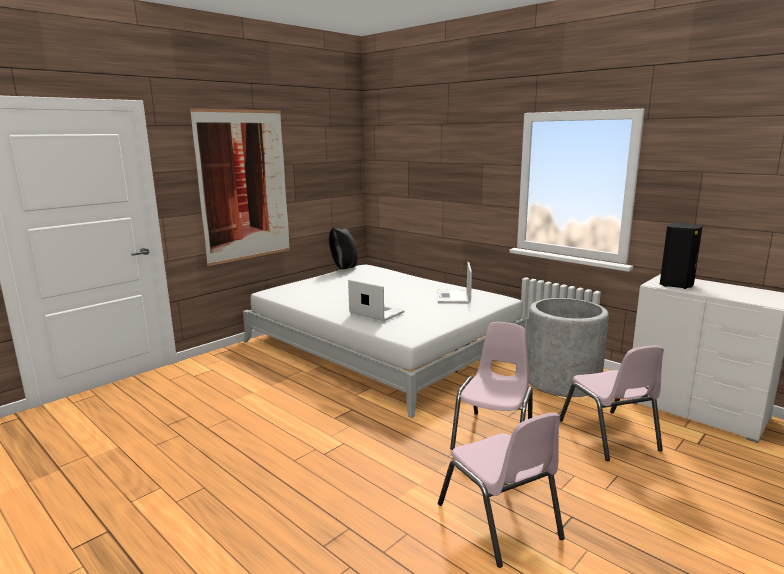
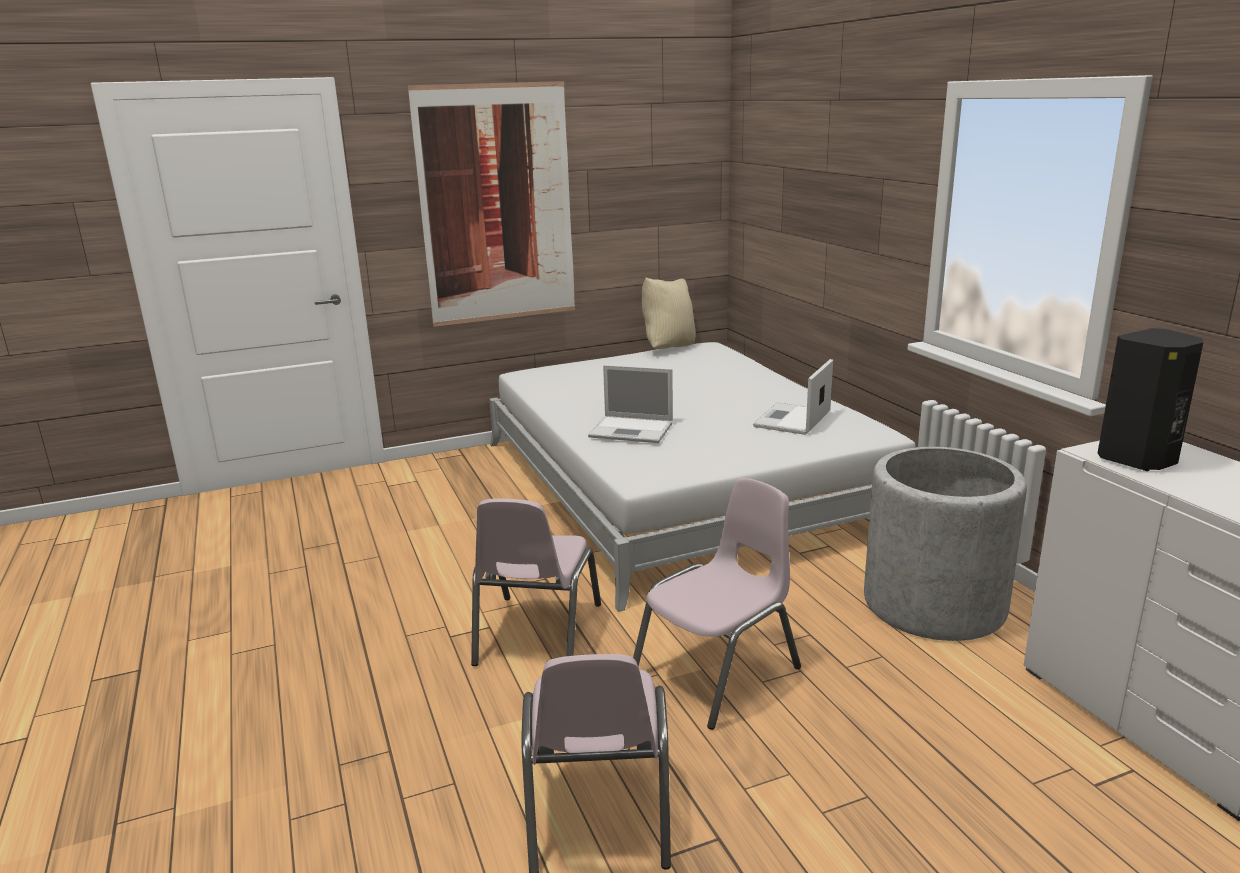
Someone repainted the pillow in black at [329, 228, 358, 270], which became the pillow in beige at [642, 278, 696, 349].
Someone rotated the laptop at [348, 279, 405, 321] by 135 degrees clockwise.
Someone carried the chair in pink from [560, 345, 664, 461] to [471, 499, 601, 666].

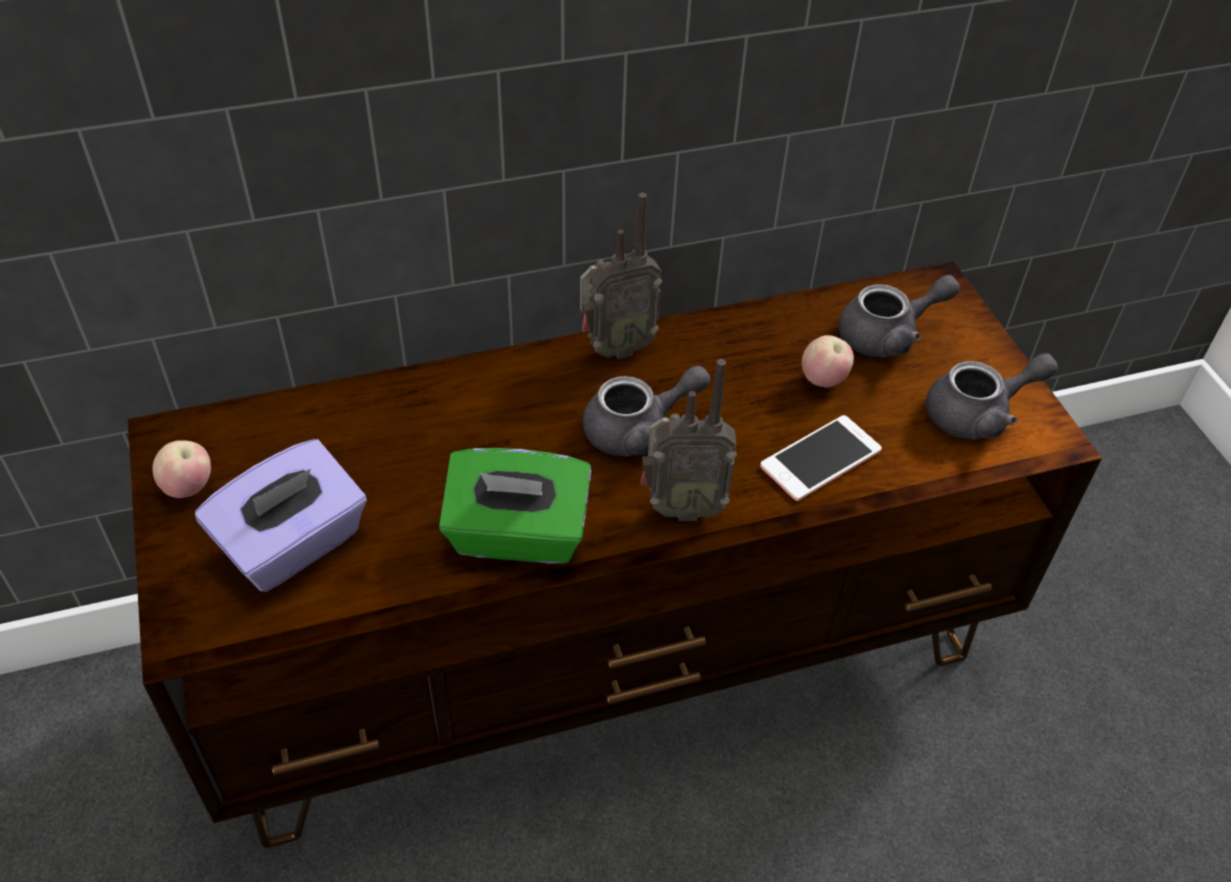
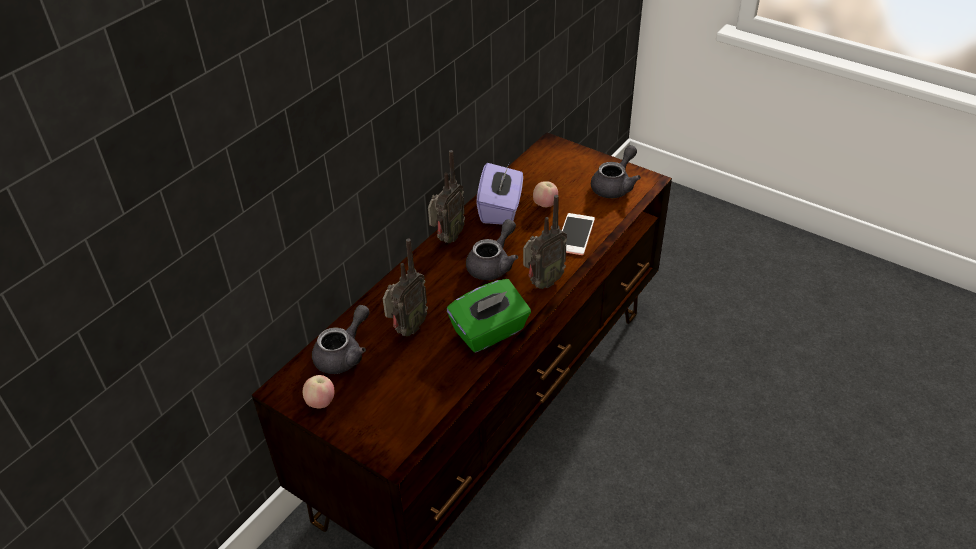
Someone carried the tissue box in purple from [195, 439, 367, 592] to [476, 163, 523, 225].
Someone carried the teapot in grey from [838, 275, 960, 357] to [312, 305, 370, 374].
Someone put down the radio at [383, 238, 428, 336].

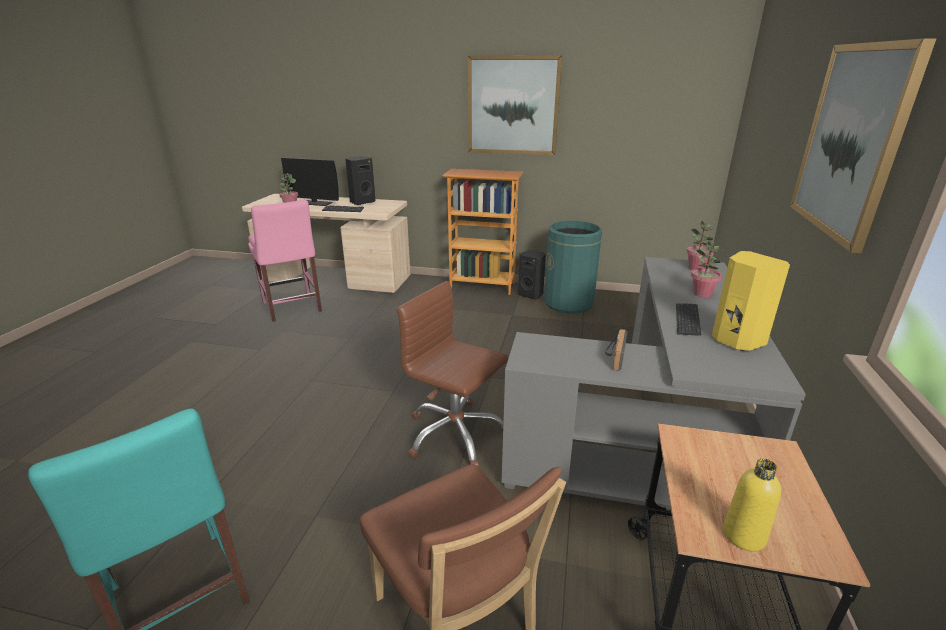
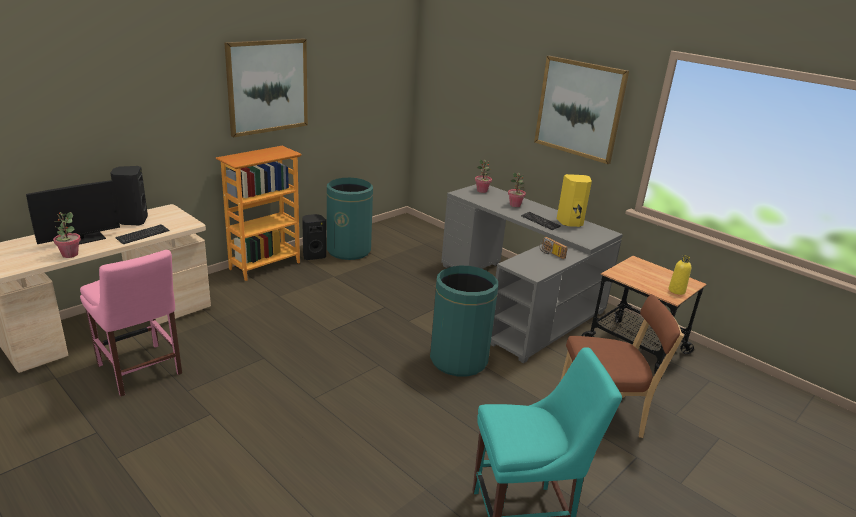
Someone rotated the chair in pink at [248, 200, 322, 322] by 45 degrees clockwise.
Someone swapped the office chair in brown at [397, 281, 508, 467] for the trash can in green at [430, 266, 498, 377].

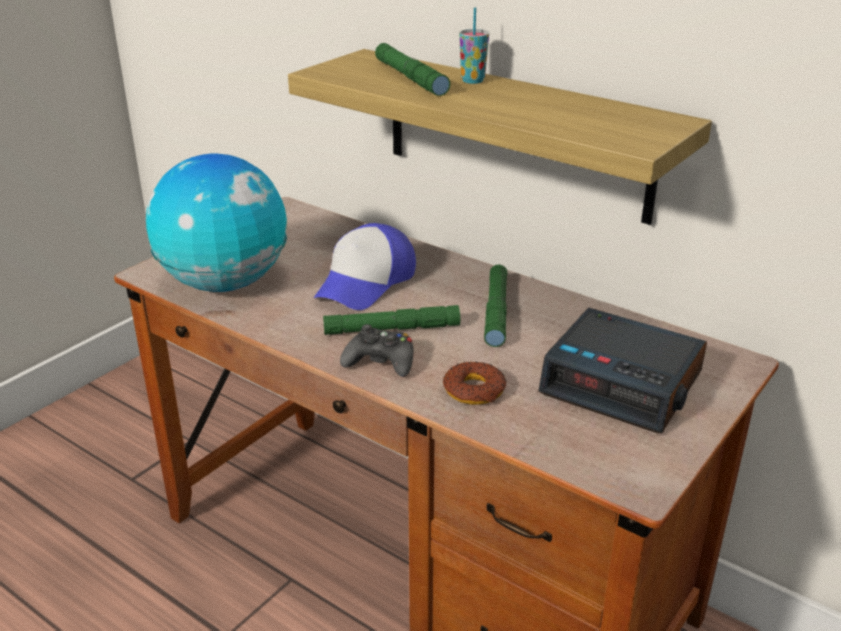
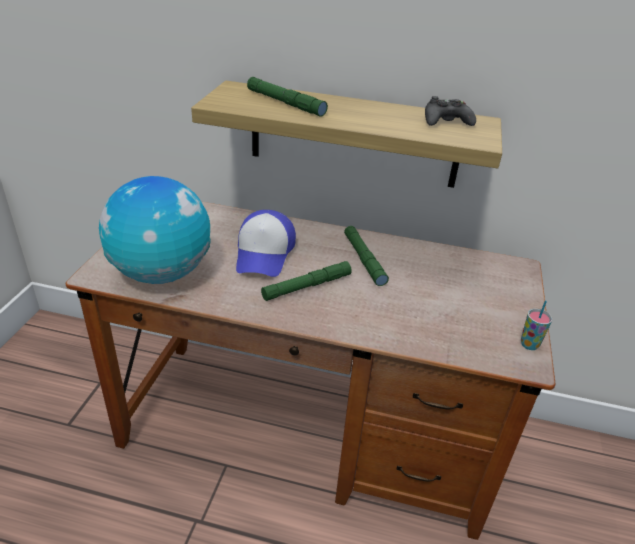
Someone carried the game controller in black from [340, 324, 414, 377] to [425, 96, 476, 126].
Someone took away the donut at [443, 362, 506, 405].
Someone carried the cup from [459, 7, 489, 84] to [521, 301, 553, 350].
Someone took away the alarm clock at [538, 308, 707, 433].

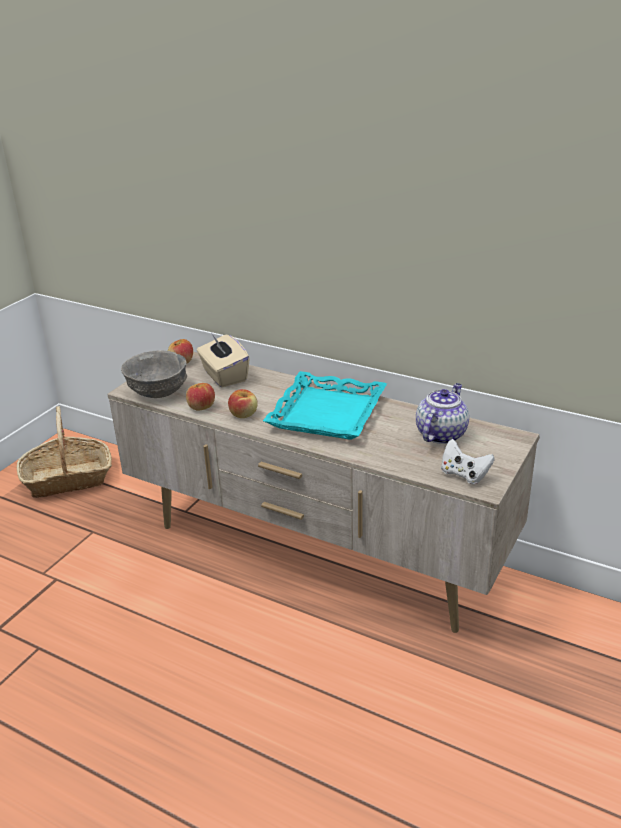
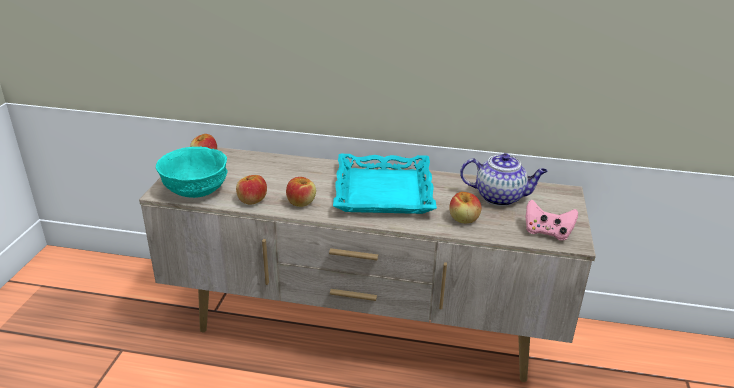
Someone took away the basket at [17, 406, 112, 498].
Someone repainted the bowl in grey at [121, 351, 187, 398], which became the bowl in turquoise at [156, 147, 228, 198].
Someone took away the tissue box in beige at [197, 334, 250, 387].
Someone rotated the teapot at [416, 383, 469, 444] by 90 degrees clockwise.
Someone repainted the game controller in white at [441, 439, 495, 485], which became the game controller in pink at [526, 199, 578, 241].
Someone put down the apple at [449, 192, 481, 223].

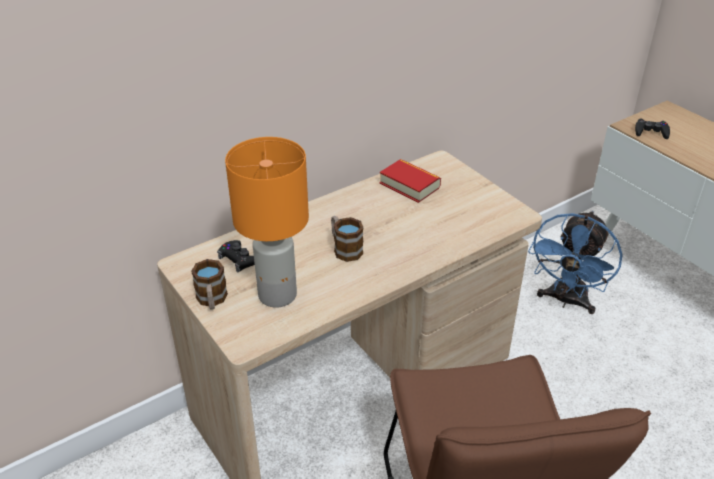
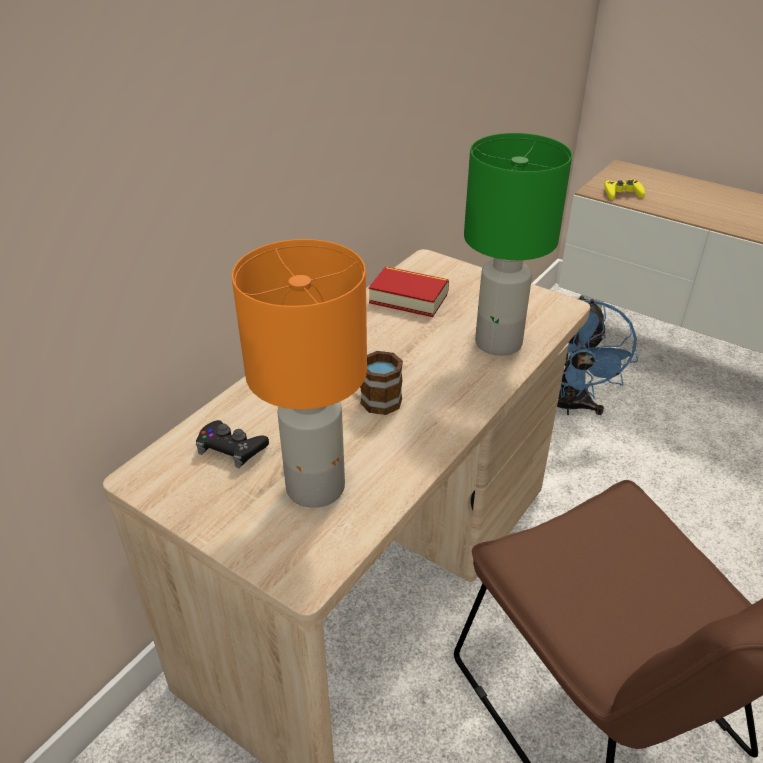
Someone took away the mug at [191, 259, 228, 310].
Someone repainted the game controller in black at [635, 119, 670, 139], which became the game controller in yellow at [604, 179, 645, 200].
Someone put down the table lamp in green at [464, 133, 572, 356].

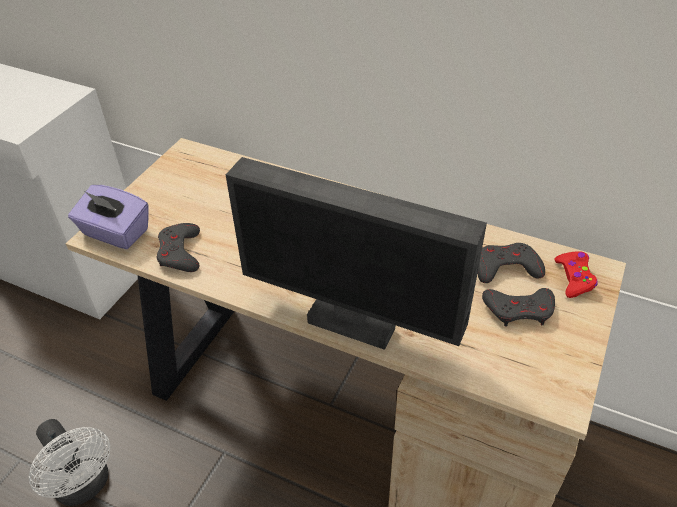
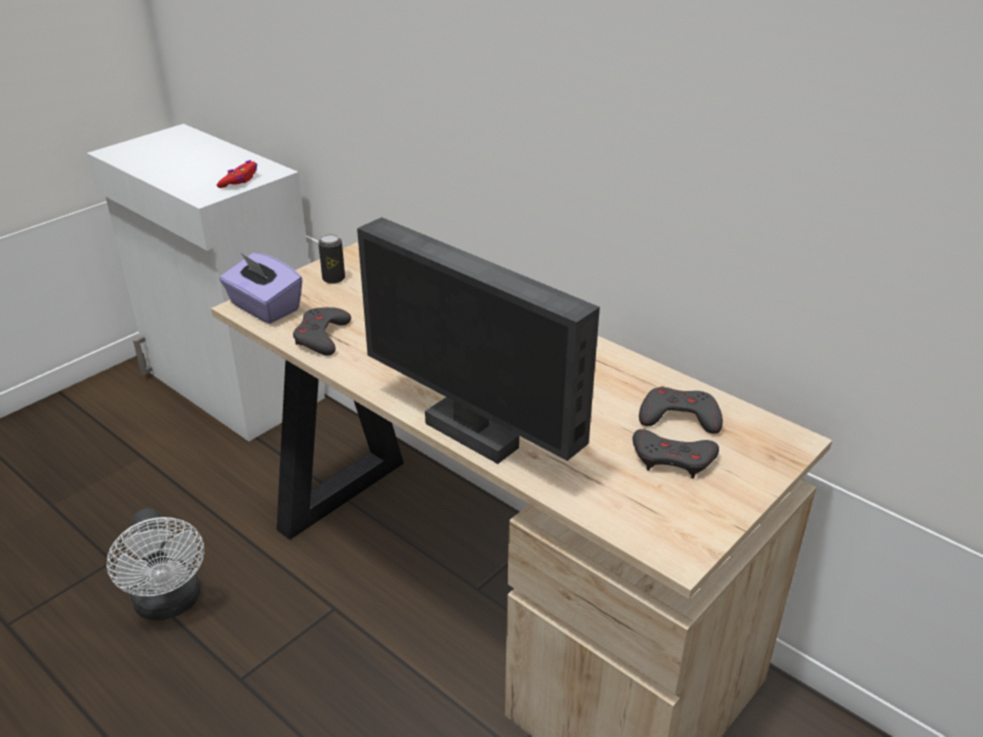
Someone carried the game controller in red from [554, 251, 598, 298] to [217, 160, 257, 188].
Someone put down the can at [318, 234, 345, 284].

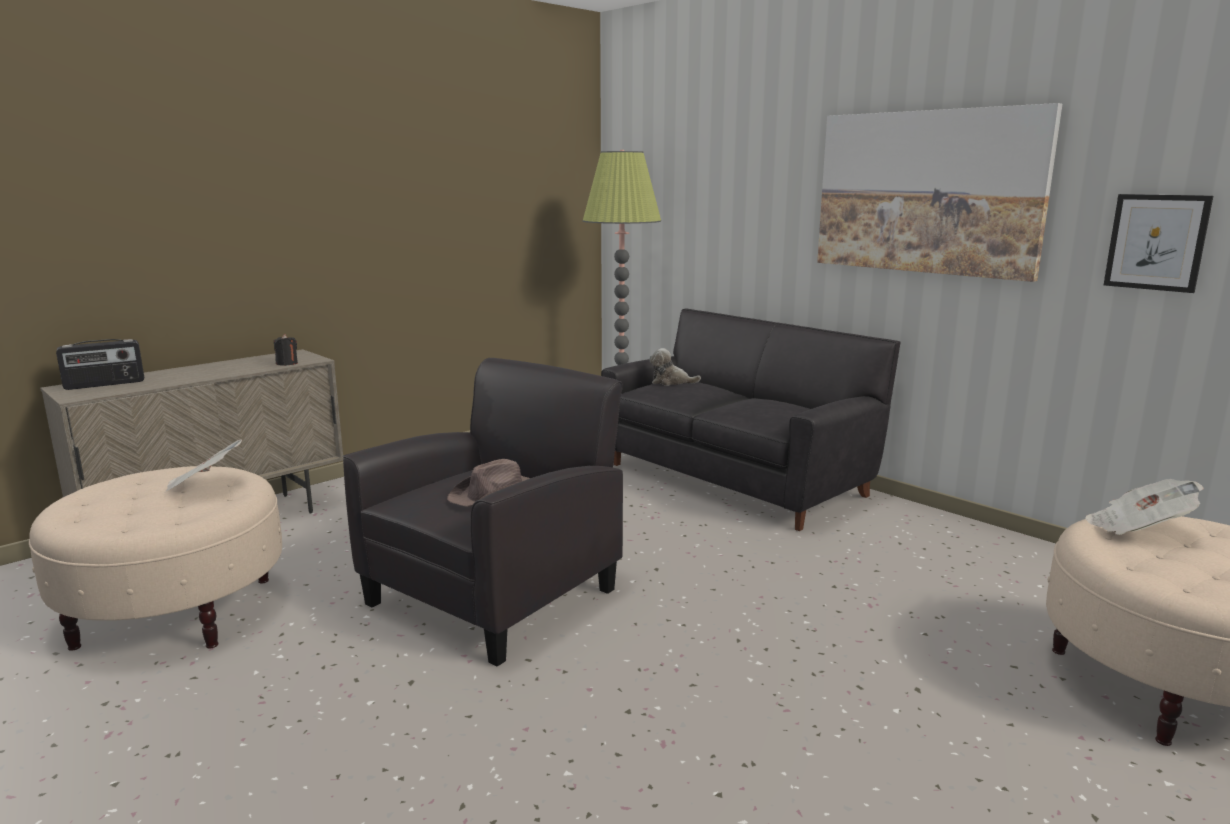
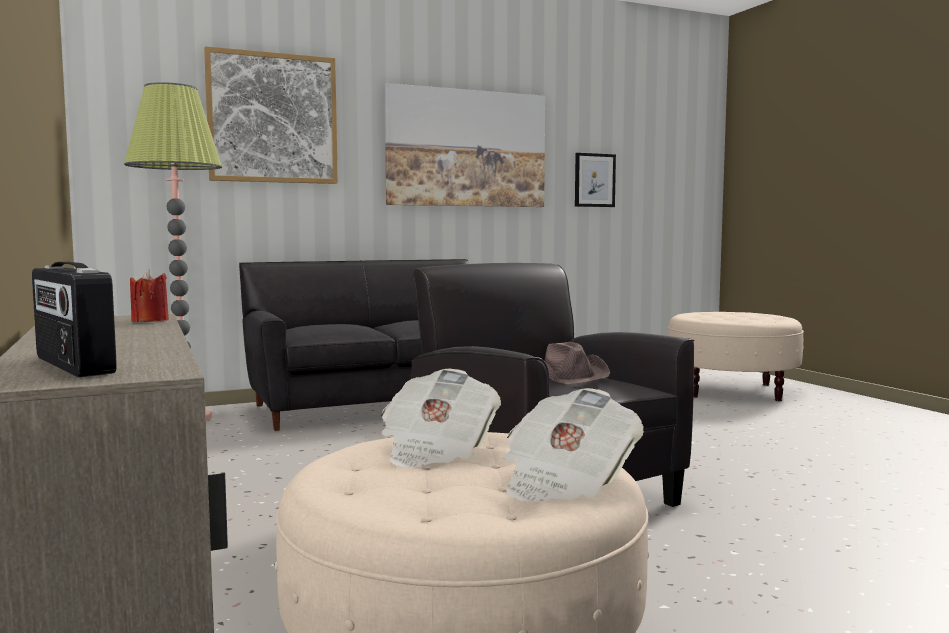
Someone rotated the radio at [56, 339, 144, 390] by 150 degrees clockwise.
Someone repainted the candle in black at [274, 334, 298, 366], which became the candle in red at [130, 270, 169, 322].
Someone took away the plush toy at [650, 348, 701, 385].
Someone carried the newspaper from [1085, 479, 1204, 535] to [503, 388, 644, 502].
Someone put up the picture at [204, 46, 338, 184].

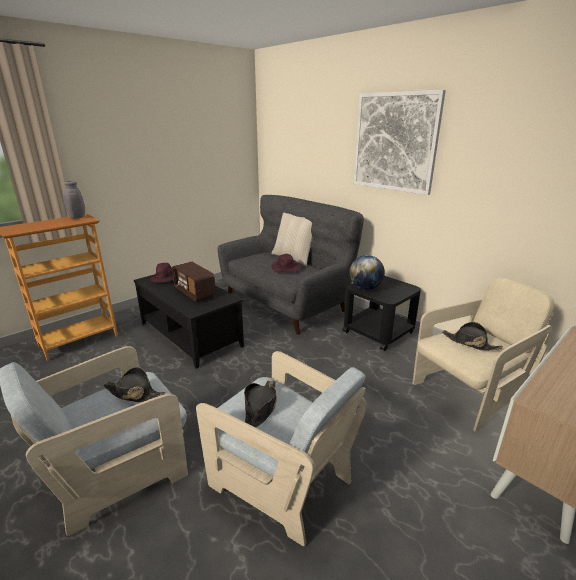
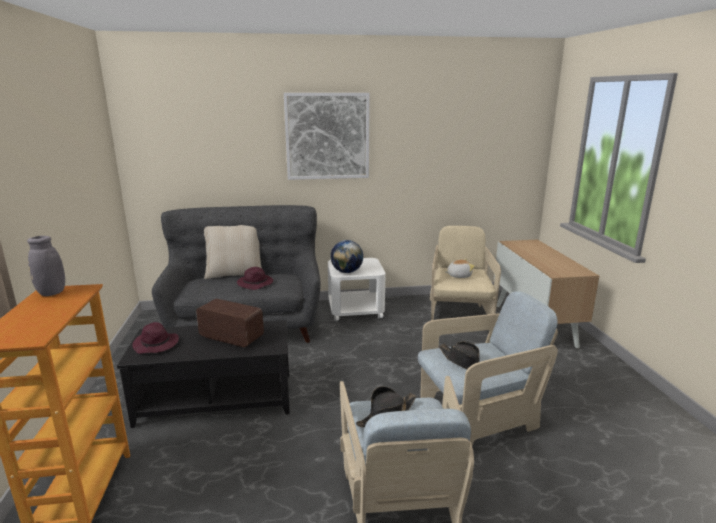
Someone rotated the radio at [172, 262, 216, 302] by 150 degrees counterclockwise.
Someone repainted the side table in black at [342, 276, 421, 351], which became the side table in white at [328, 258, 386, 322].
Someone swapped the hat in black at [442, 322, 503, 351] for the plush toy at [445, 259, 475, 278].

